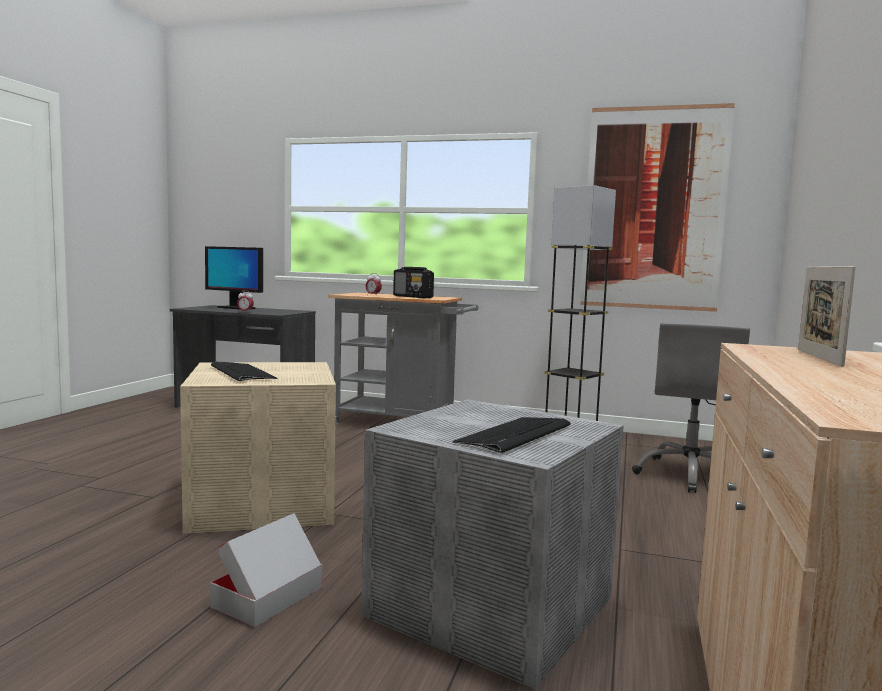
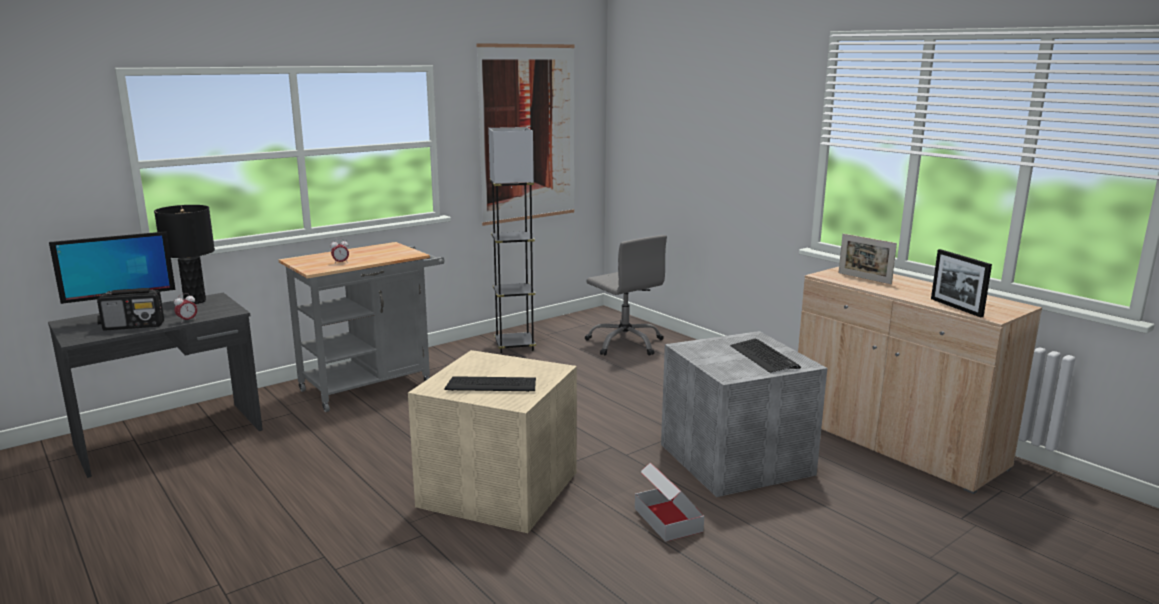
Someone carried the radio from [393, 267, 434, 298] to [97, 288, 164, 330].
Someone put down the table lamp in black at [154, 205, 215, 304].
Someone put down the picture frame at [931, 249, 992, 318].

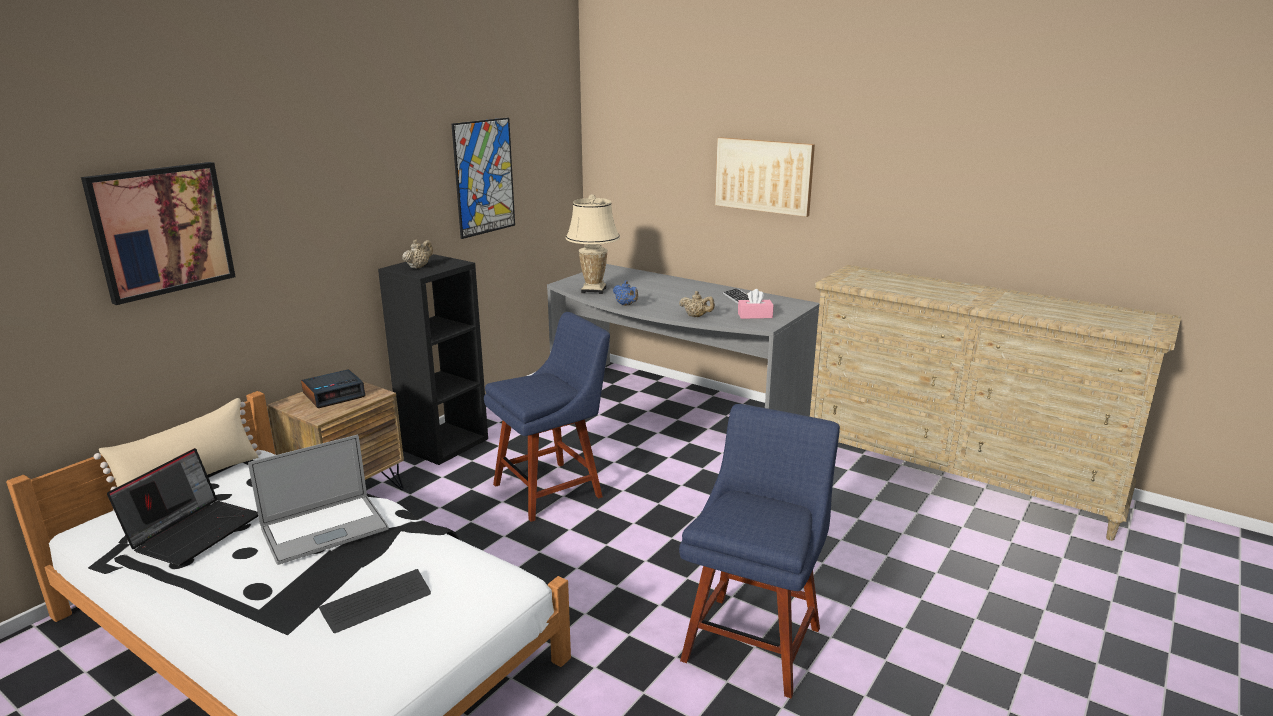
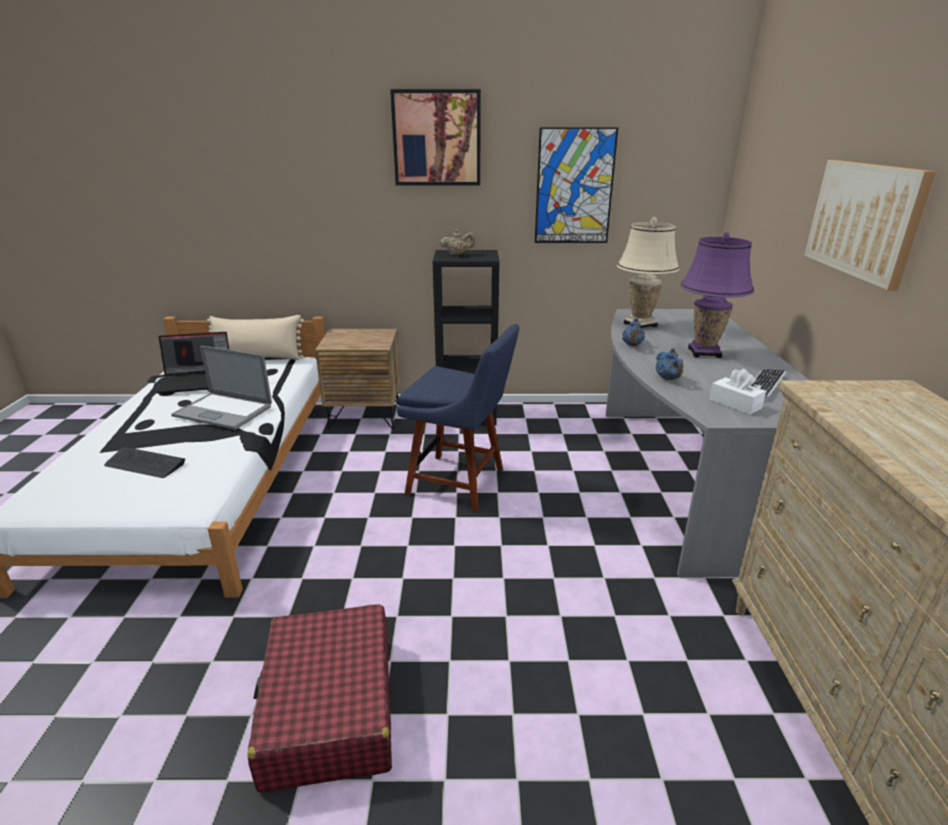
Someone carried the picture from [81, 162, 236, 305] to [390, 89, 481, 186].
Someone took away the alarm clock at [301, 369, 366, 408].
Someone repainted the teapot in beige at [679, 291, 715, 317], which became the teapot in blue at [656, 348, 683, 380].
Someone swapped the chair in blue at [679, 404, 840, 698] for the suitcase in red at [248, 604, 392, 793].
Someone repainted the tissue box in pink at [738, 289, 774, 319], which became the tissue box in white at [710, 369, 766, 415].
Someone put down the table lamp in purple at [680, 232, 754, 358].

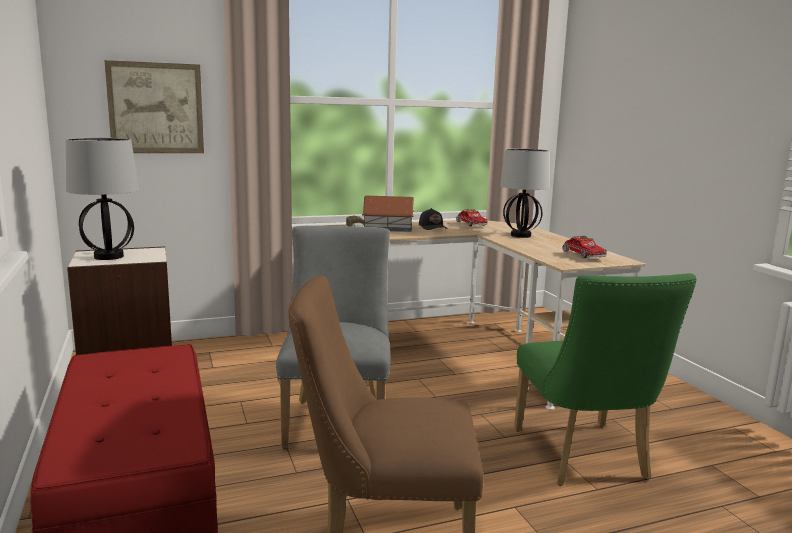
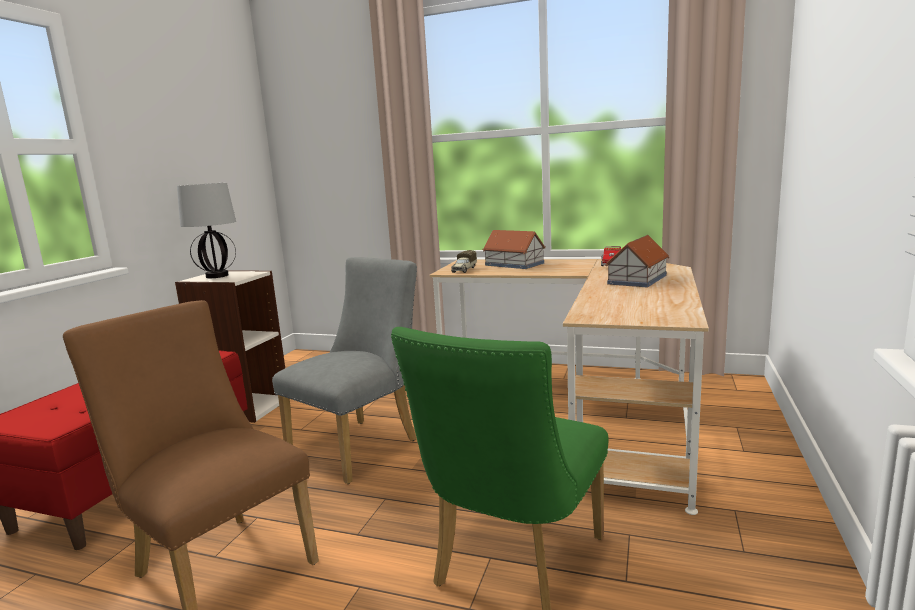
Someone took away the picture at [105, 60, 204, 153].
Someone took away the cap in black at [419, 208, 448, 230].
Someone swapped the table lamp at [500, 148, 549, 238] for the toy house at [605, 235, 670, 287].
Someone took away the toy truck at [562, 236, 607, 258].

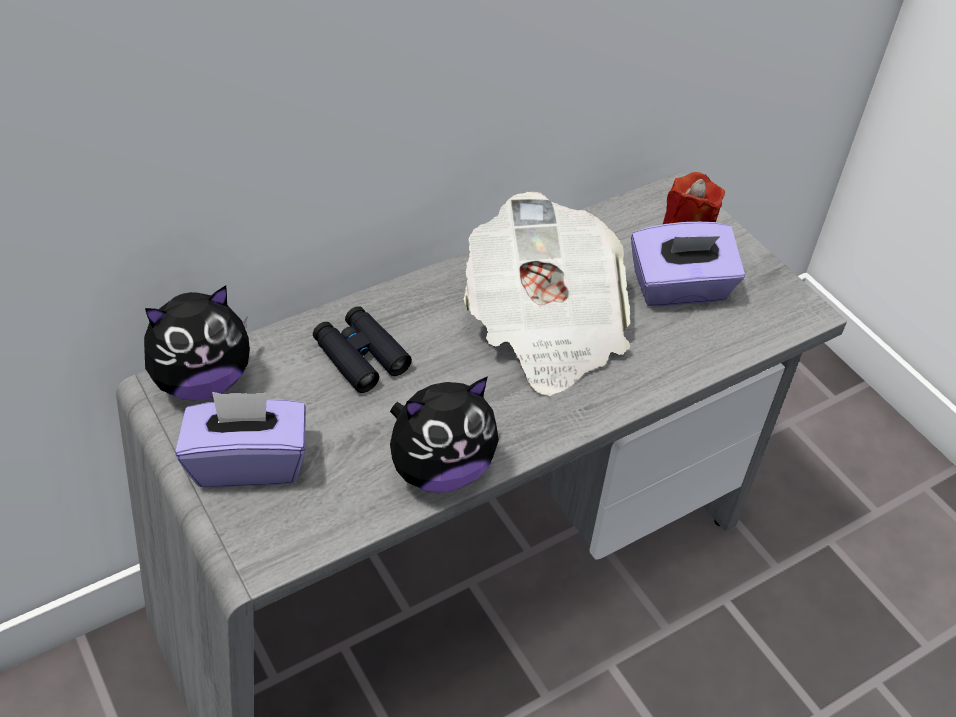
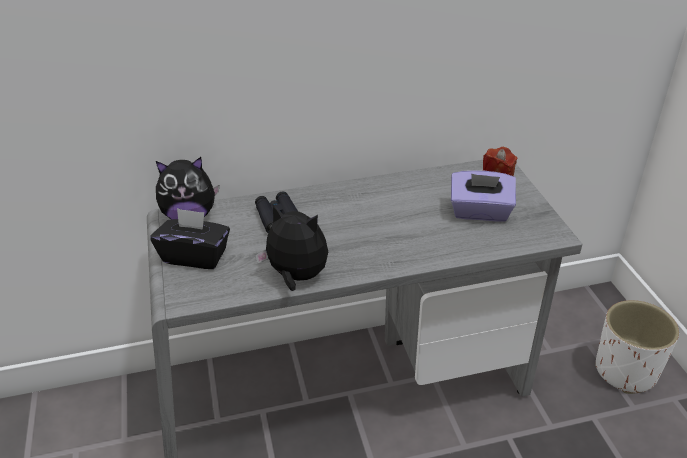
Someone repainted the tissue box in purple at [175, 392, 306, 488], which became the tissue box in black at [150, 208, 230, 269].
Someone rotated the plush toy at [390, 376, 499, 493] by 150 degrees counterclockwise.
Someone took away the newspaper at [464, 192, 630, 396].
Someone put down the planter in white at [595, 300, 679, 394].

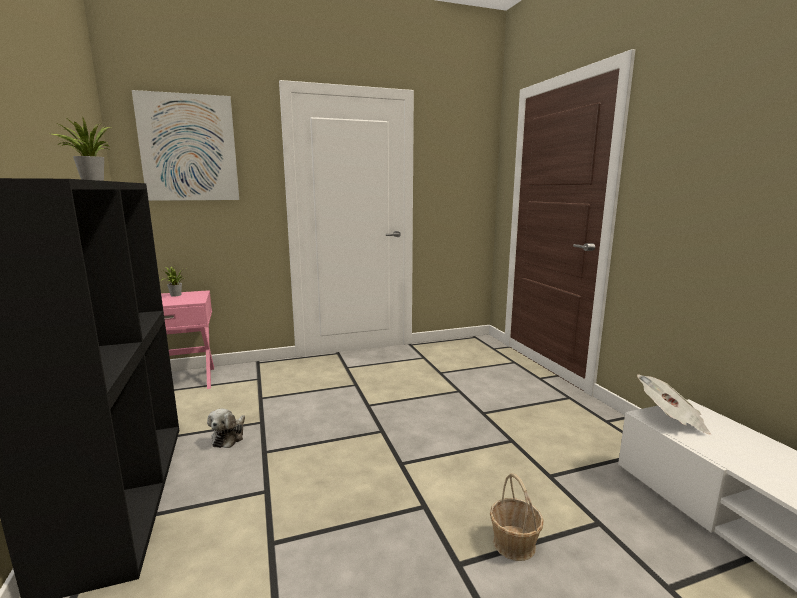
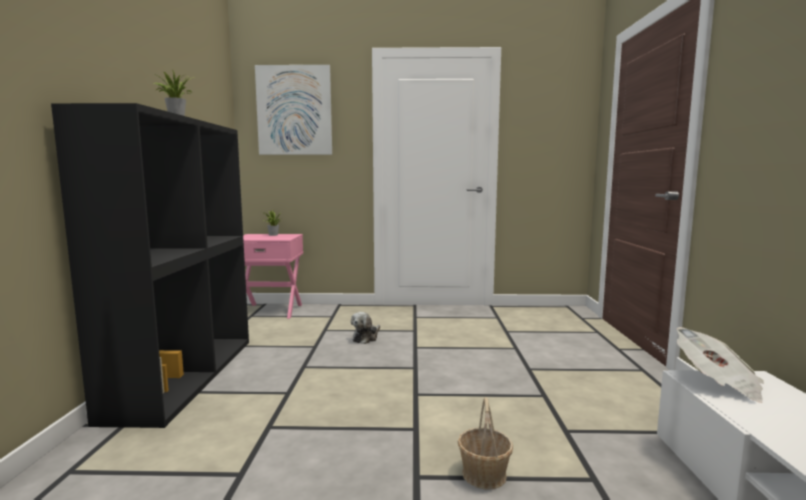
Someone carried the plush toy from [207, 409, 245, 448] to [351, 312, 380, 344].

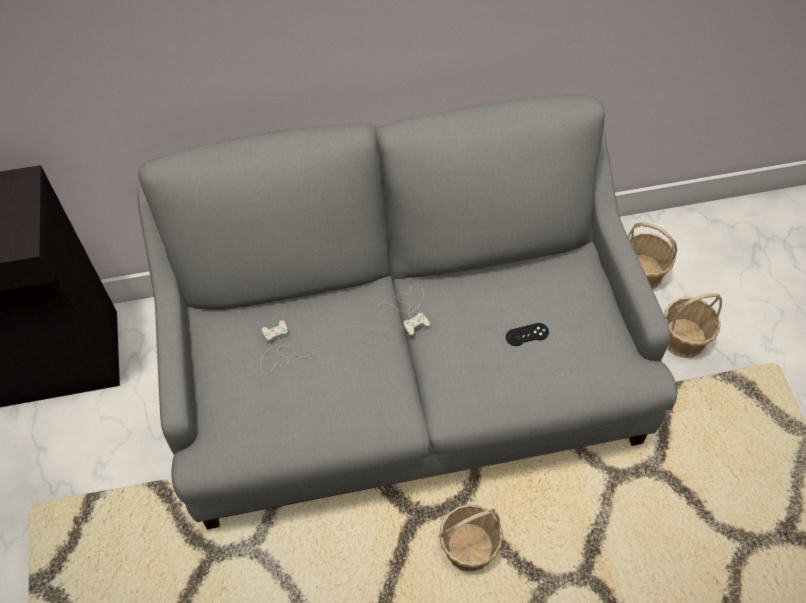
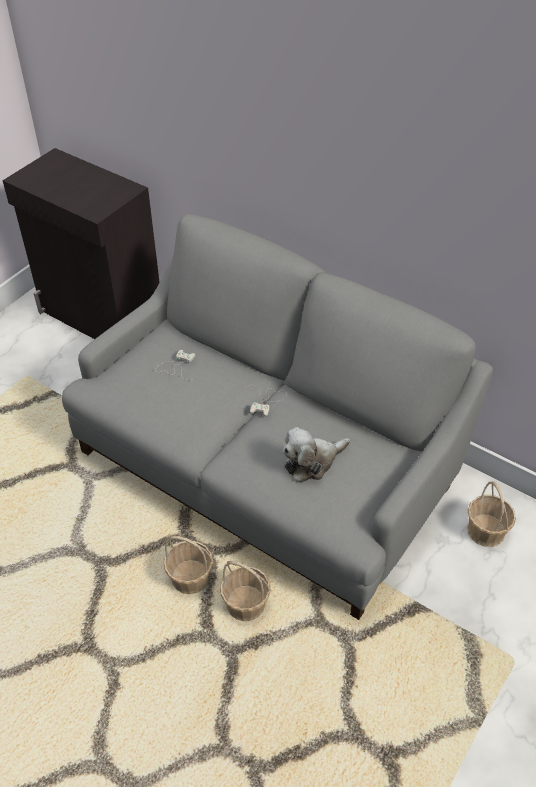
Someone swapped the game controller in black at [506, 323, 549, 346] for the plush toy at [283, 427, 350, 483].
Someone carried the basket from [664, 293, 722, 358] to [220, 561, 271, 621].

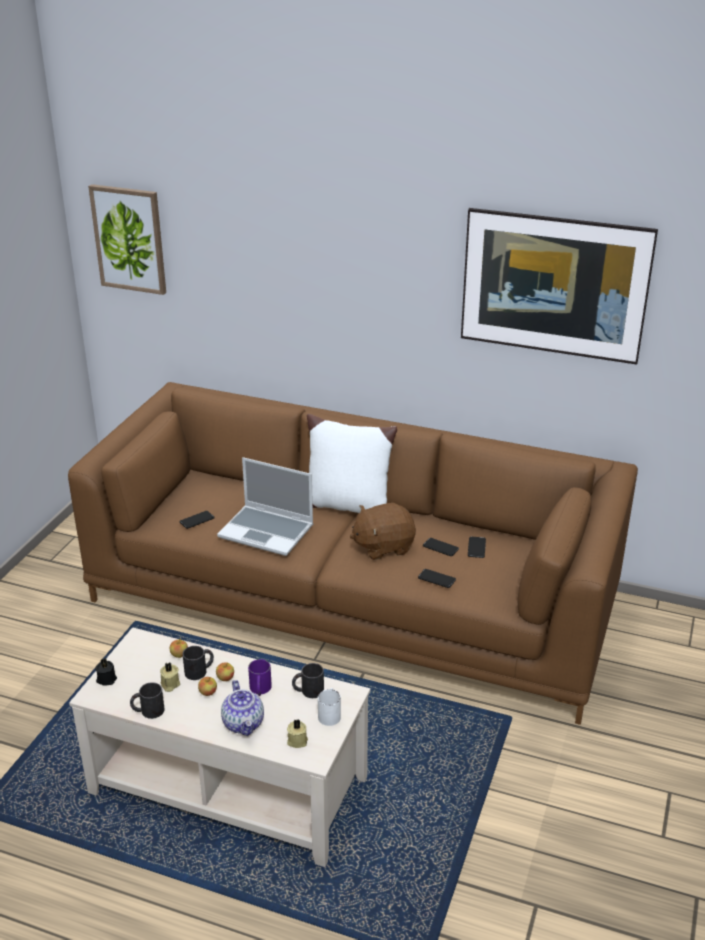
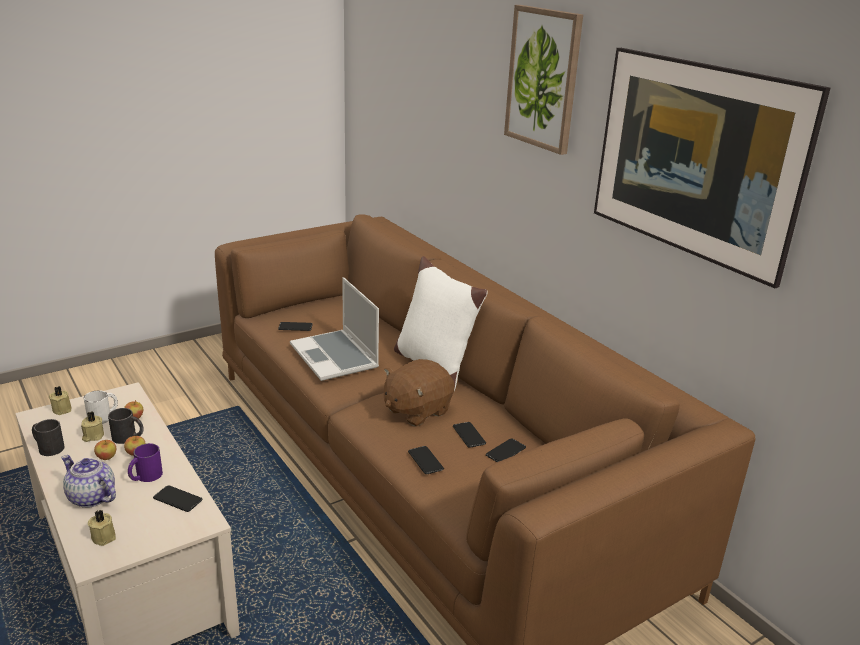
Someone carried the picture from [88, 184, 166, 295] to [504, 5, 583, 155].
Someone repainted the candle in black at [95, 659, 117, 686], which became the candle in beige at [49, 386, 72, 415].
Someone rotated the teapot at [221, 680, 264, 736] by 105 degrees clockwise.
Someone swapped the mug in black at [292, 663, 324, 698] for the phone at [153, 485, 203, 512].
Someone carried the mug in white from [318, 688, 341, 726] to [84, 390, 118, 424].
Someone rotated the plush toy in brown at [350, 503, 416, 560] by 60 degrees counterclockwise.

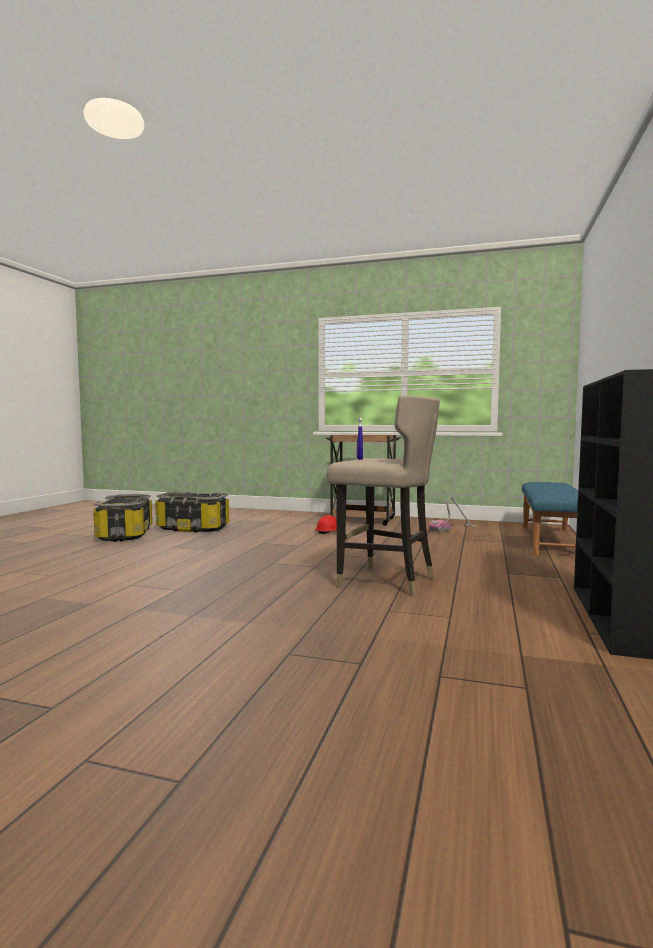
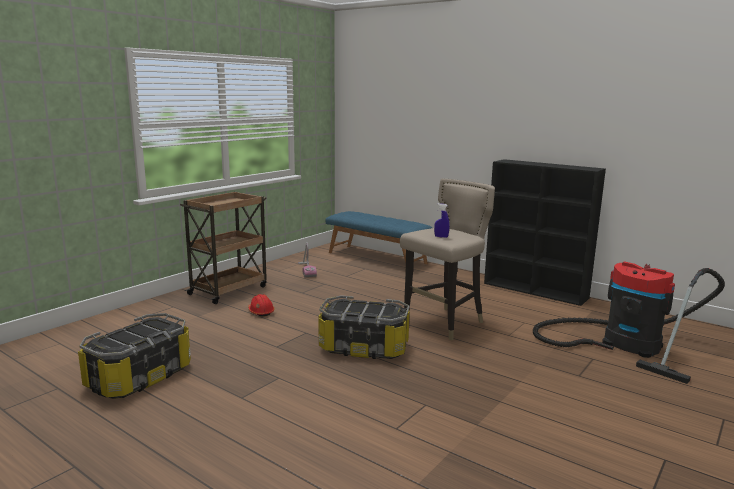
Someone carried the storage box from [93, 494, 152, 542] to [318, 295, 410, 359].
Someone put down the vacuum cleaner at [533, 261, 725, 384].

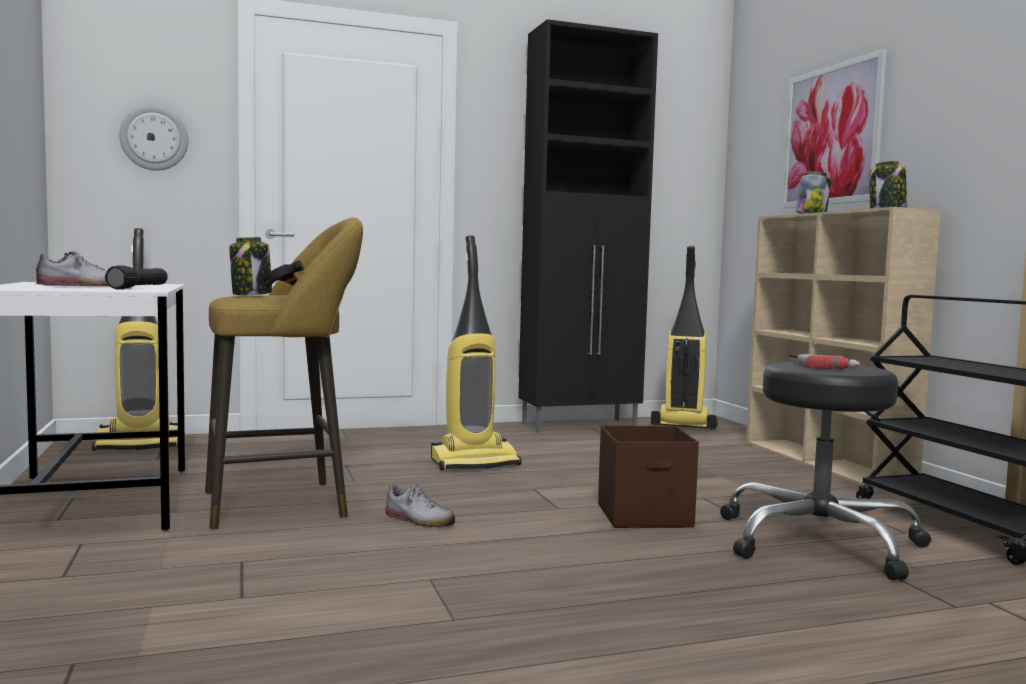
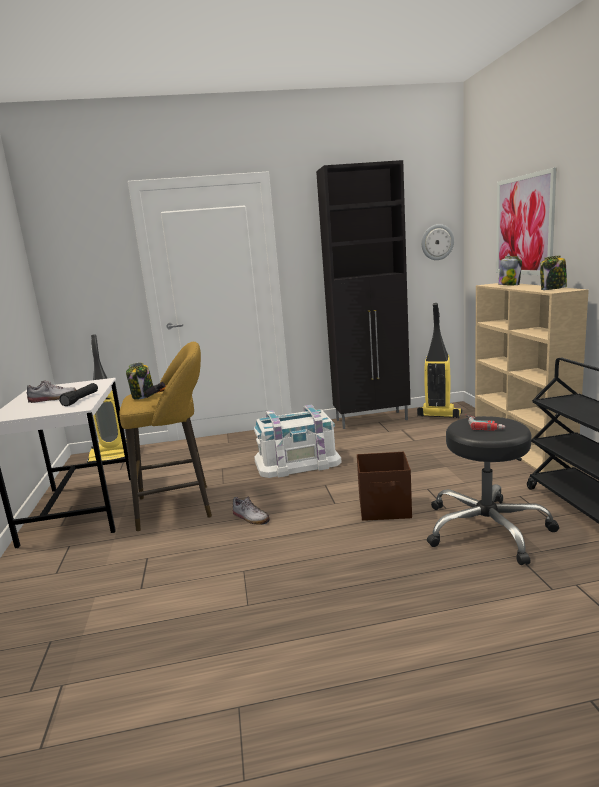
Someone carried the wall clock from [119, 105, 188, 171] to [421, 224, 454, 260].
Someone swapped the vacuum cleaner at [431, 235, 522, 470] for the storage box in white at [254, 405, 342, 478].

